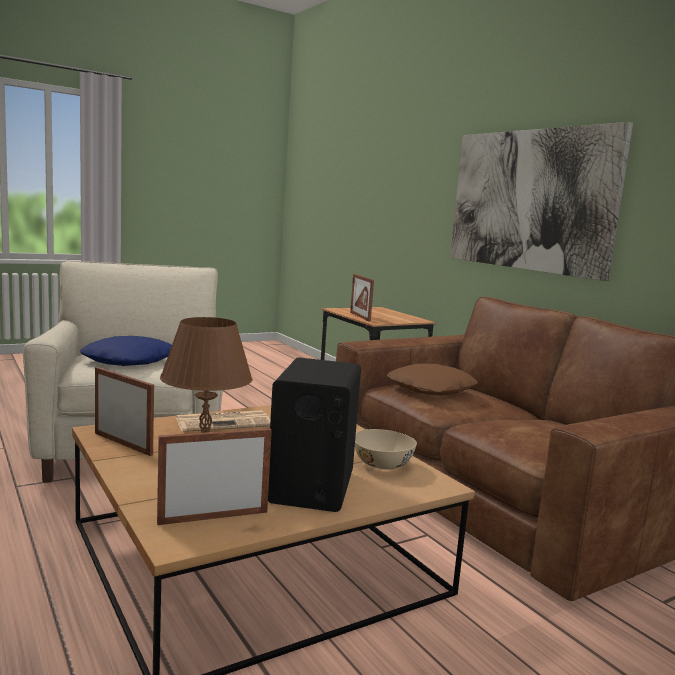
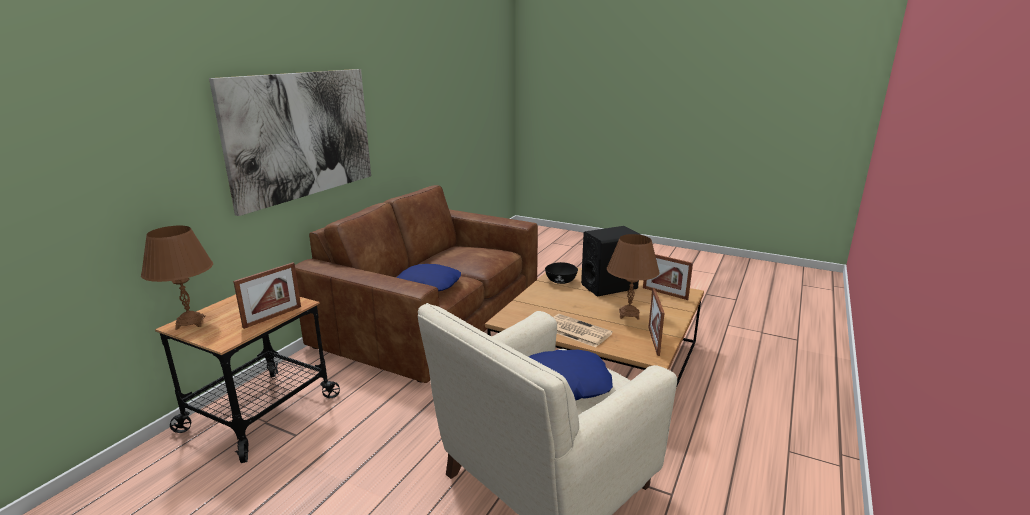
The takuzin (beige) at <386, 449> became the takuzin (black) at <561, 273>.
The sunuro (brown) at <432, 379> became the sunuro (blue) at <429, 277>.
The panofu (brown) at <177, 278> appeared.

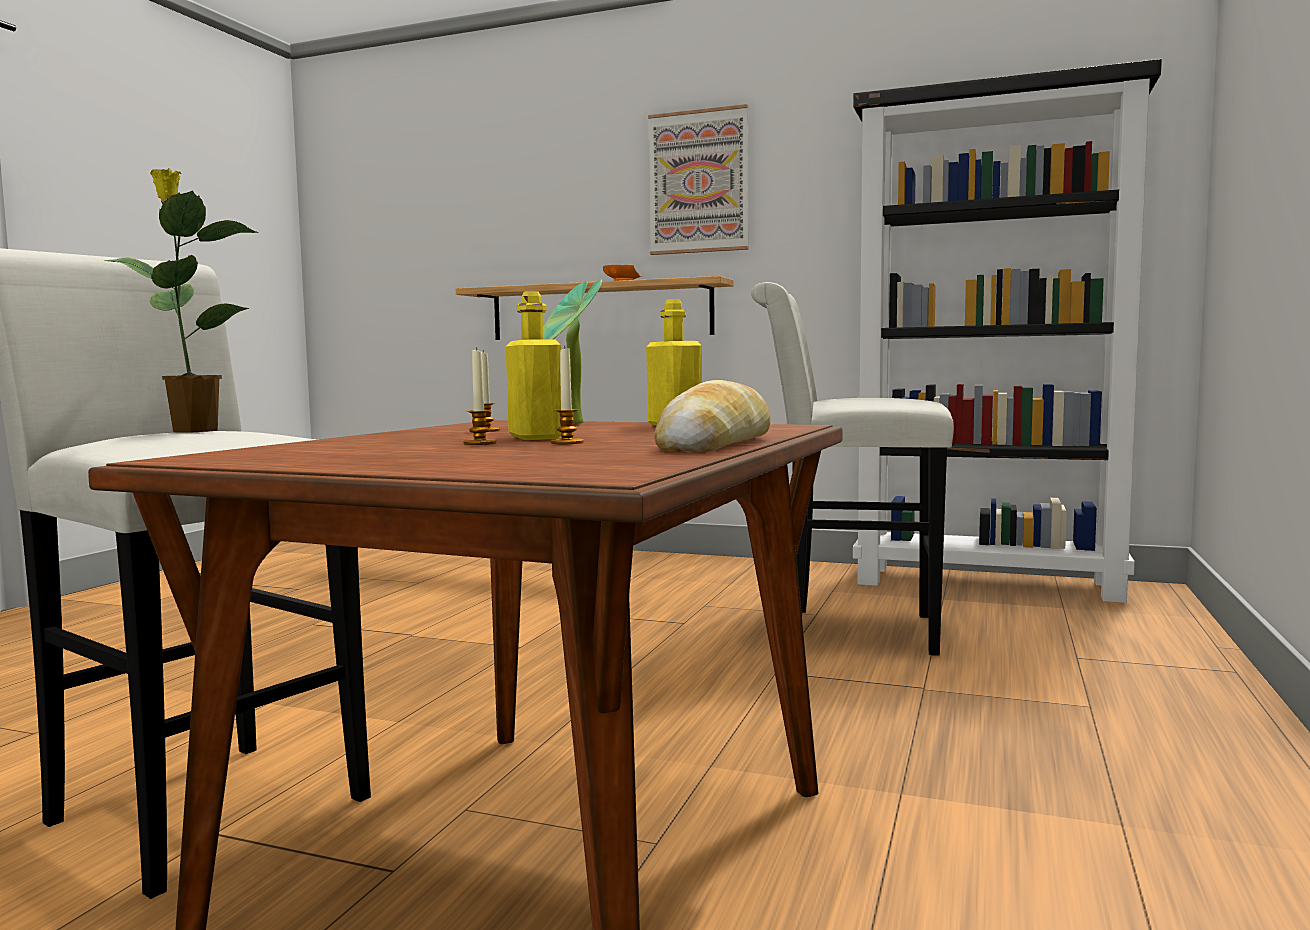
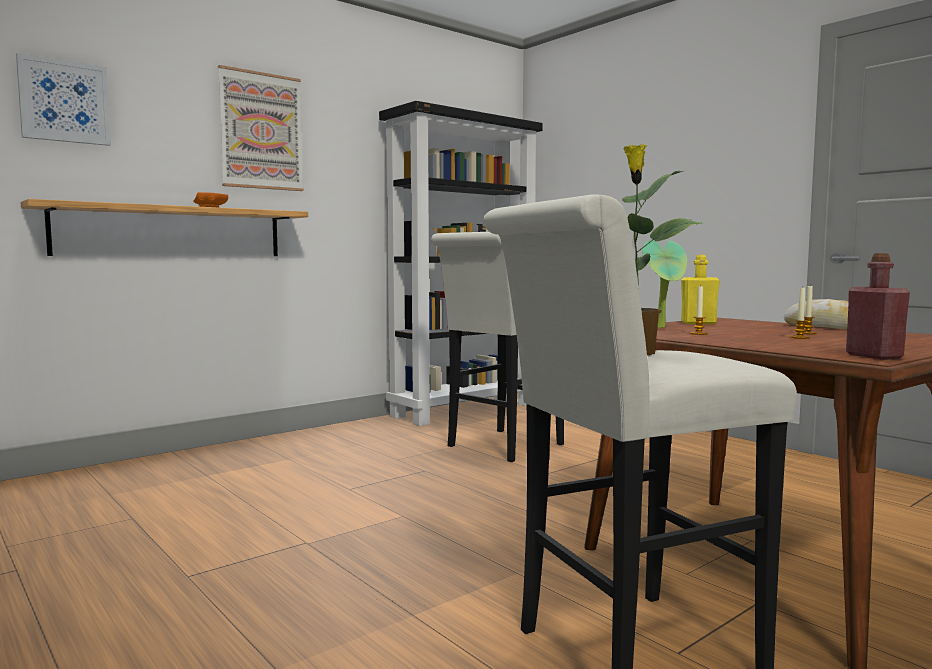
The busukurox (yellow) at <533, 365> disappeared.
The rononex at <63, 99> appeared.
The busukurox (red) at <878, 306> appeared.

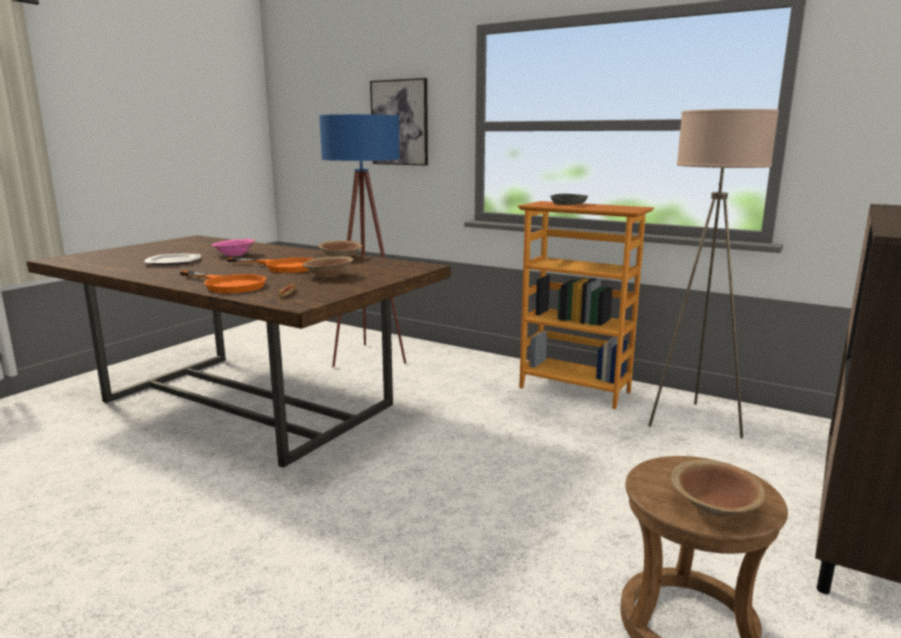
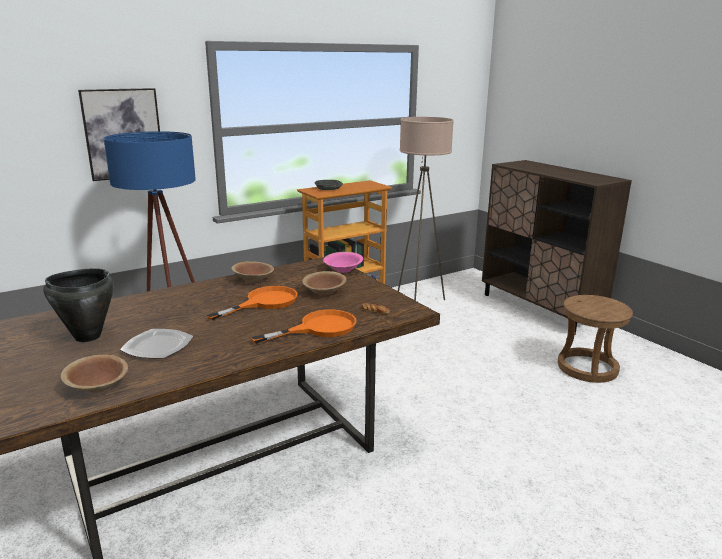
The takuzin (pink) moved from <234, 247> to <343, 262>.
The takuzin (brown) moved from <718, 488> to <94, 373>.
The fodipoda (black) at <78, 305> appeared.

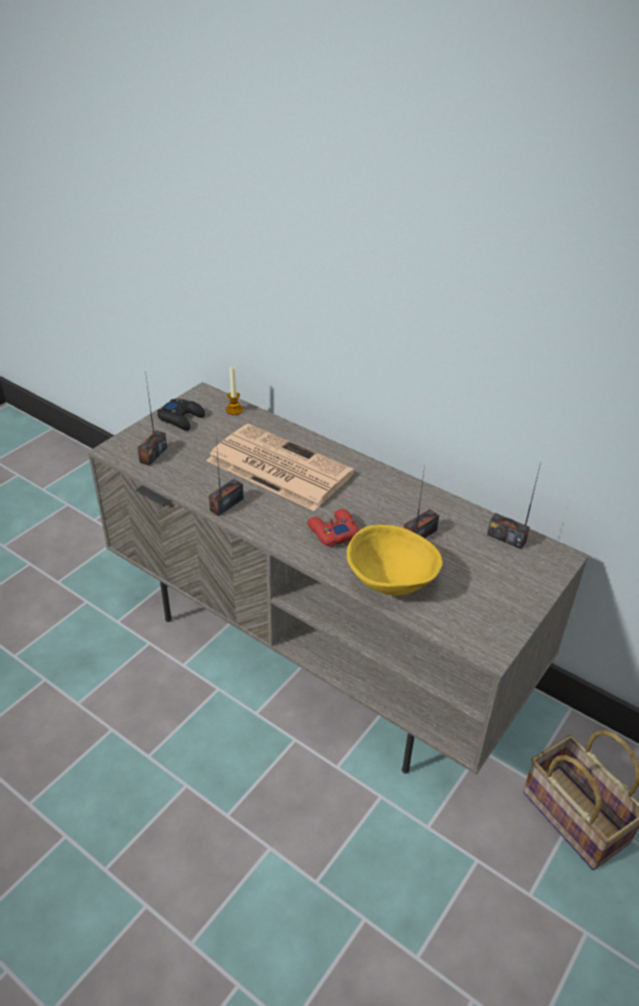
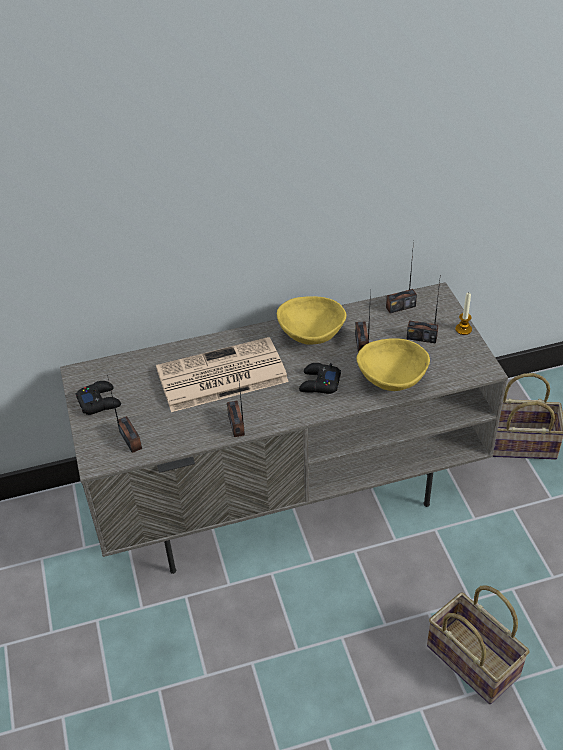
The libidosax moved from <234, 390> to <463, 314>.
The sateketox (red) at <333, 528> became the sateketox (black) at <320, 378>.
The takuzin (yellow) at <311, 320> appeared.
The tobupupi at <423, 312> appeared.
The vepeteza at <478, 644> appeared.

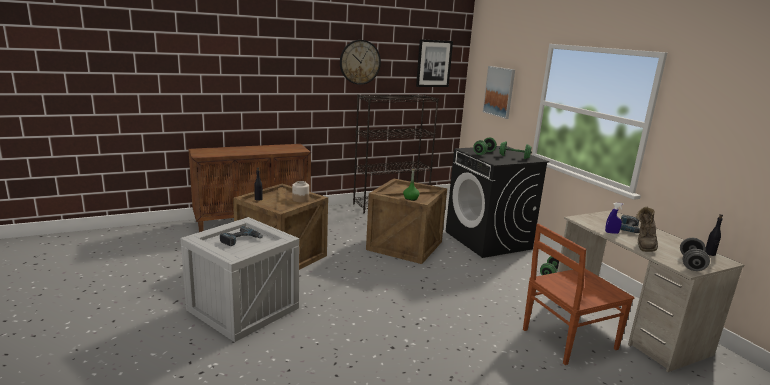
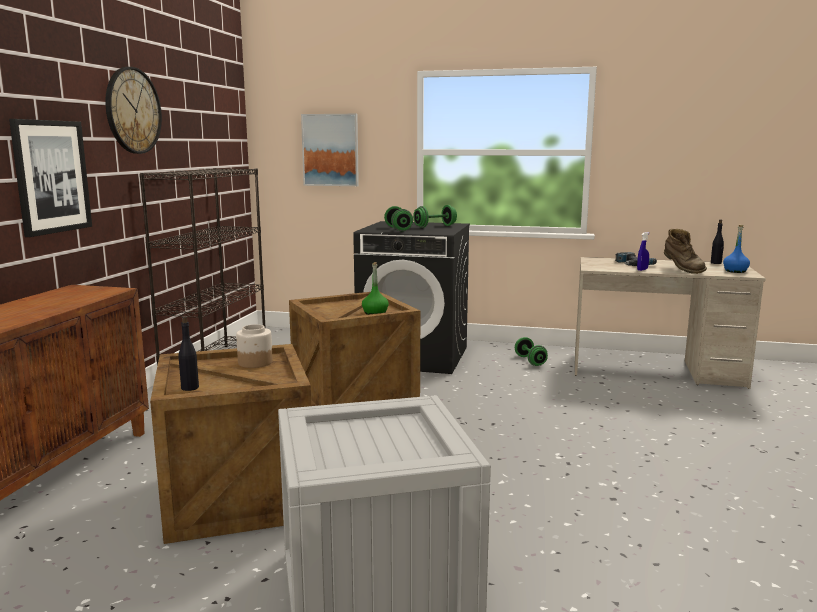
The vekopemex at <241, 236> disappeared.
The rononex moved from <434, 63> to <50, 178>.
The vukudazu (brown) at <579, 294> disappeared.
The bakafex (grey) at <695, 254> was replaced by the busukurox (blue) at <736, 249>.

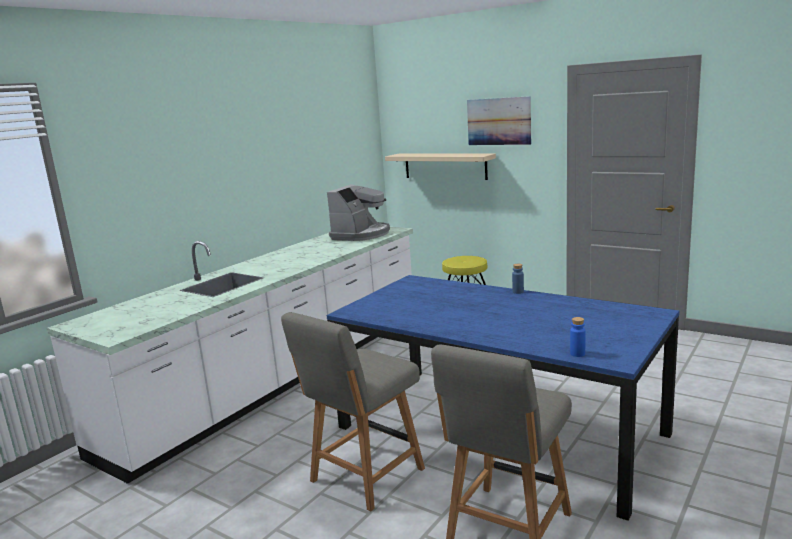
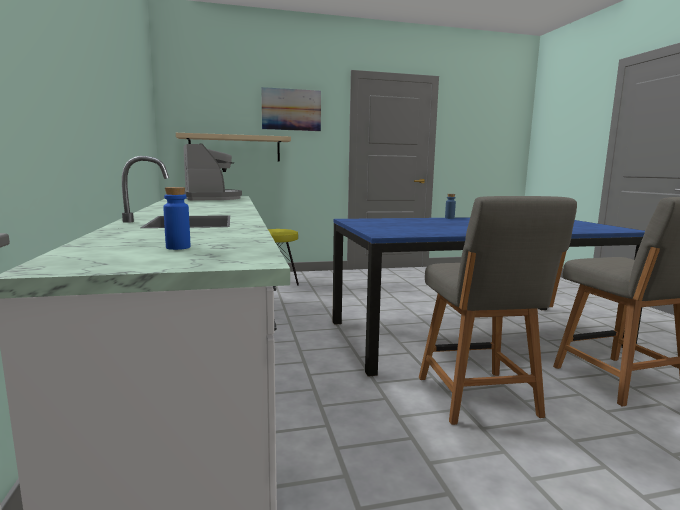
The busukurox (blue) moved from <578, 337> to <176, 218>.

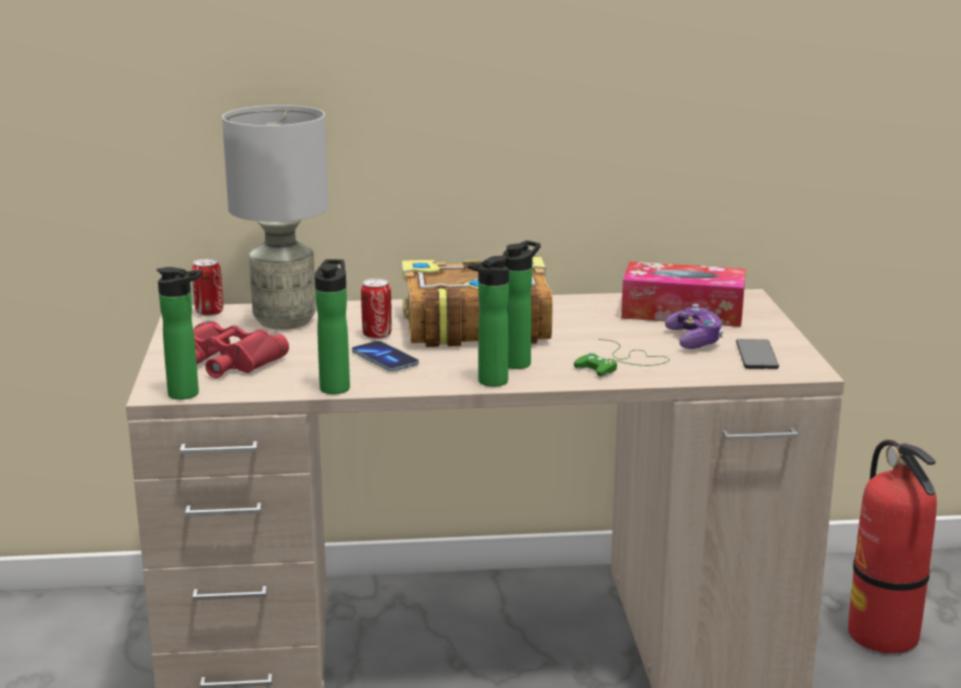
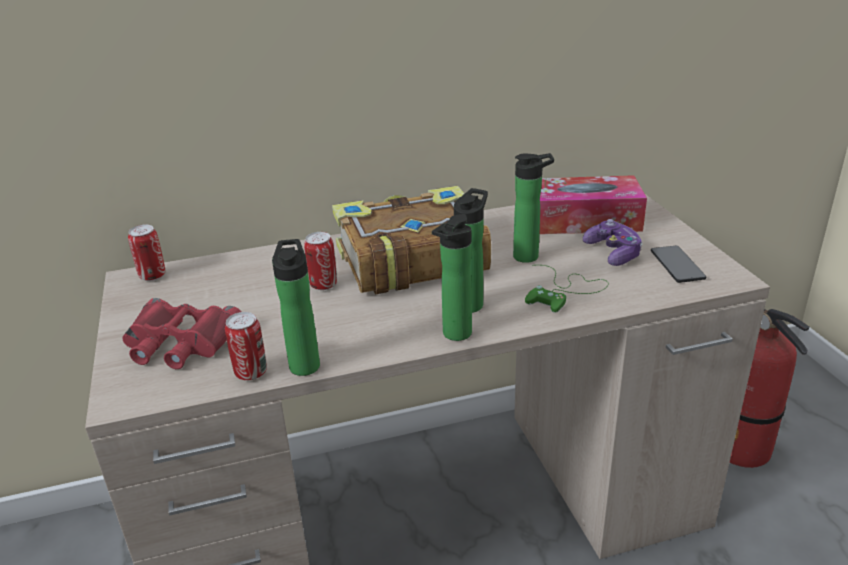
The busukurox moved from <180, 333> to <533, 208>.
The panofu (grey) at <275, 217> disappeared.
The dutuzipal at <385, 356> disappeared.
The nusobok at <246, 346> appeared.

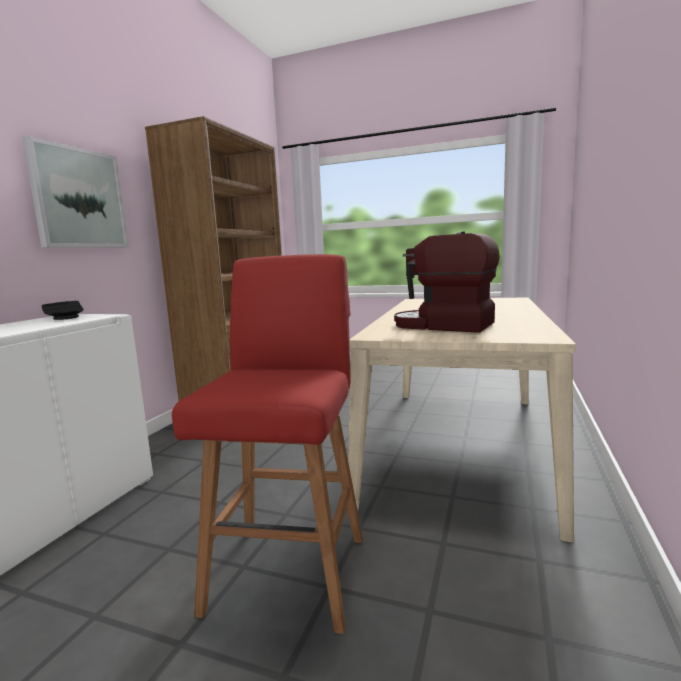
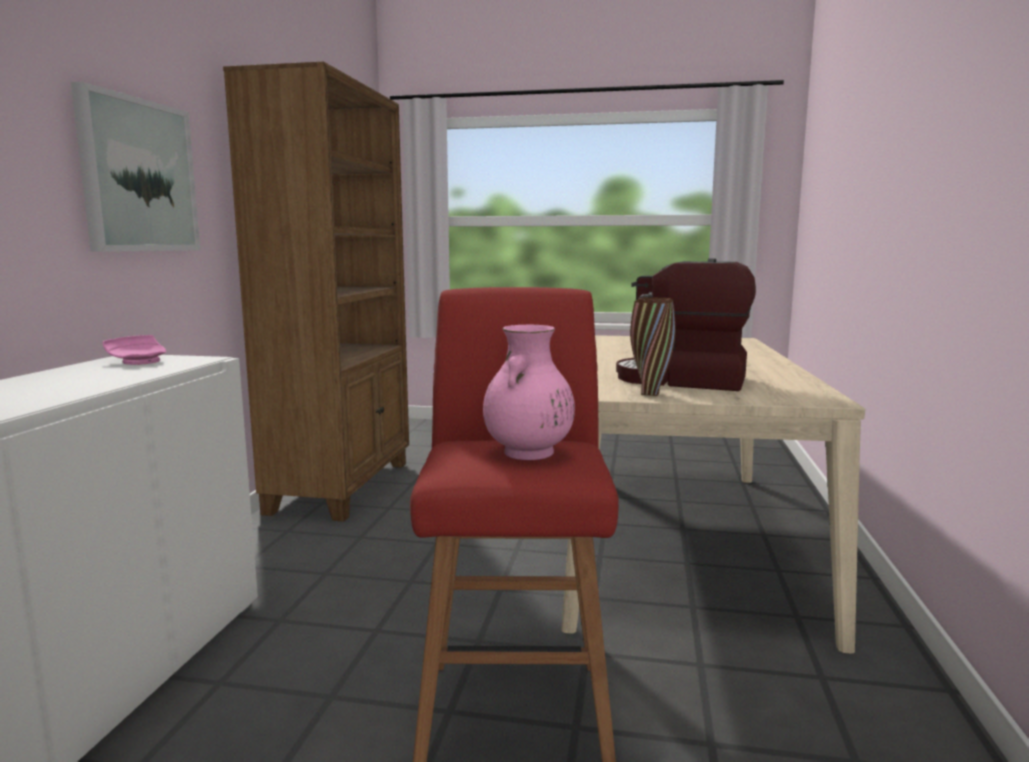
The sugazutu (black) at <62, 310> became the sugazutu (pink) at <134, 350>.
The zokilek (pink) at <529, 392> appeared.
The zokilek (brown) at <653, 346> appeared.

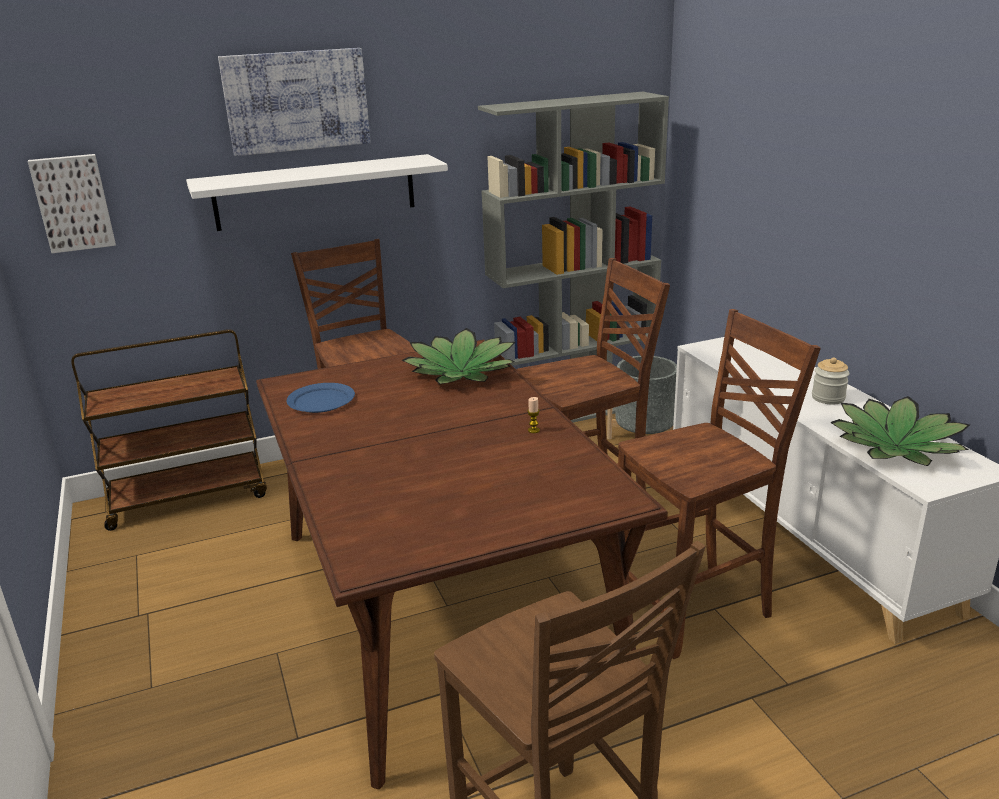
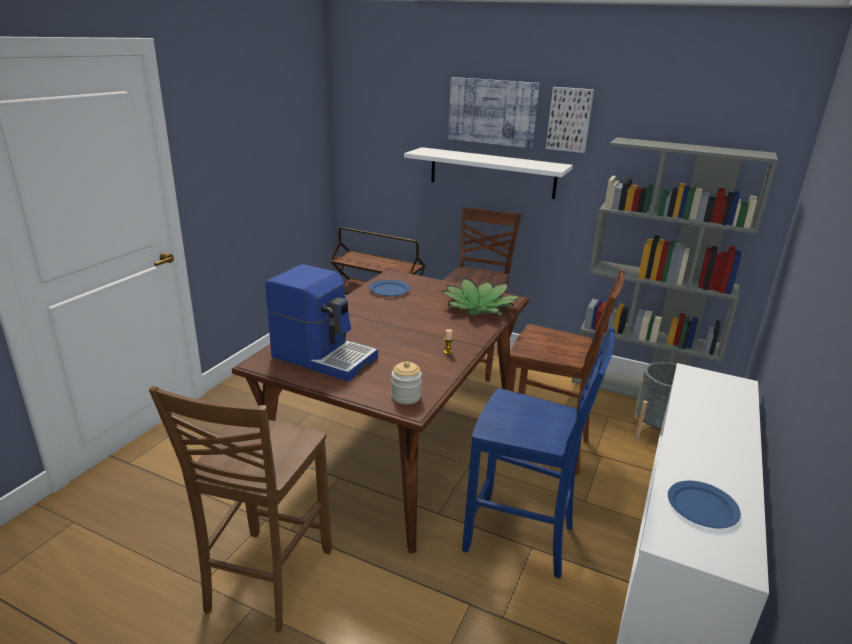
The rononex moved from <72, 203> to <570, 120>.
The vukudazu (brown) at <719, 484> became the vukudazu (blue) at <538, 453>.
The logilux moved from <831, 380> to <406, 382>.
The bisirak at <900, 431> was replaced by the sugazutu (blue) at <704, 504>.
The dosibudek at <321, 322> appeared.

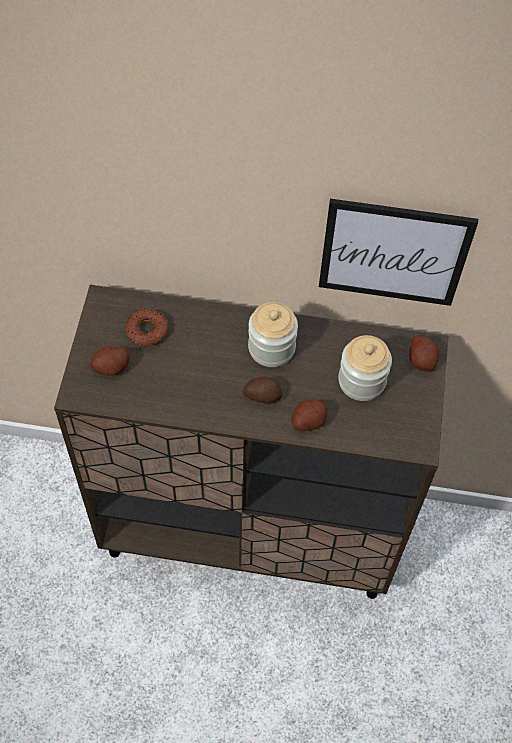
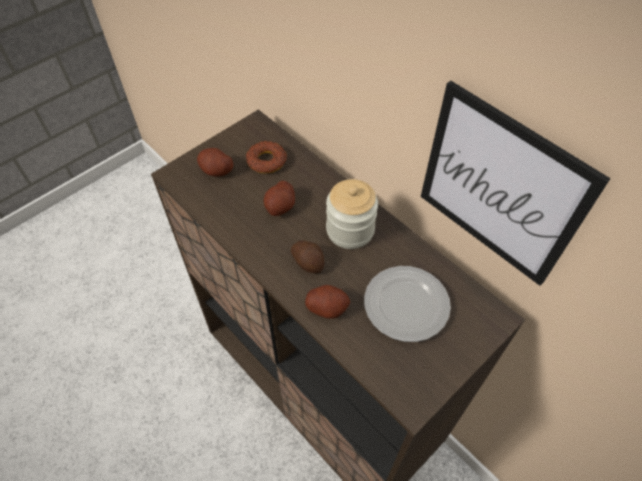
The logilux at <365, 368> was replaced by the sugazutu at <407, 304>.
The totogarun moved from <424, 353> to <279, 198>.

